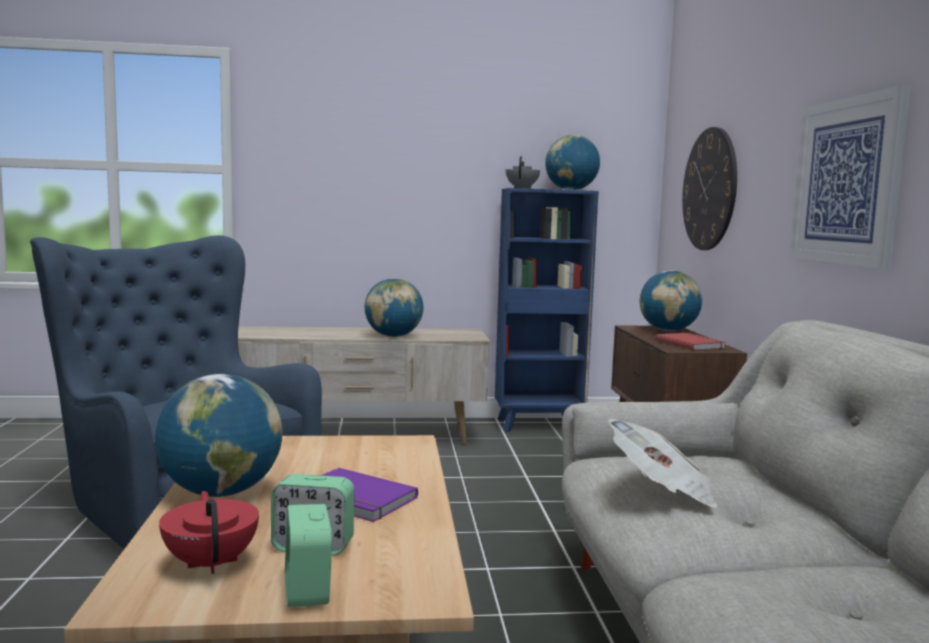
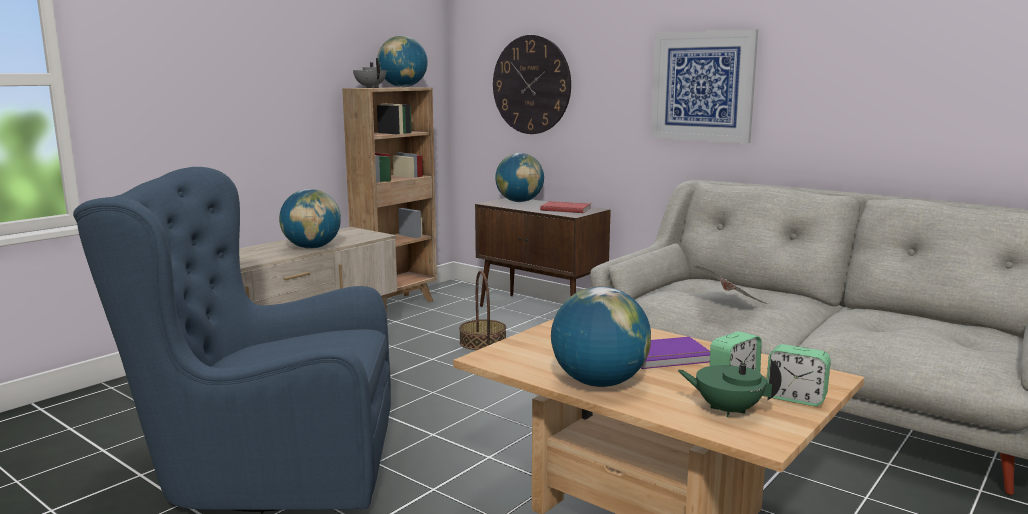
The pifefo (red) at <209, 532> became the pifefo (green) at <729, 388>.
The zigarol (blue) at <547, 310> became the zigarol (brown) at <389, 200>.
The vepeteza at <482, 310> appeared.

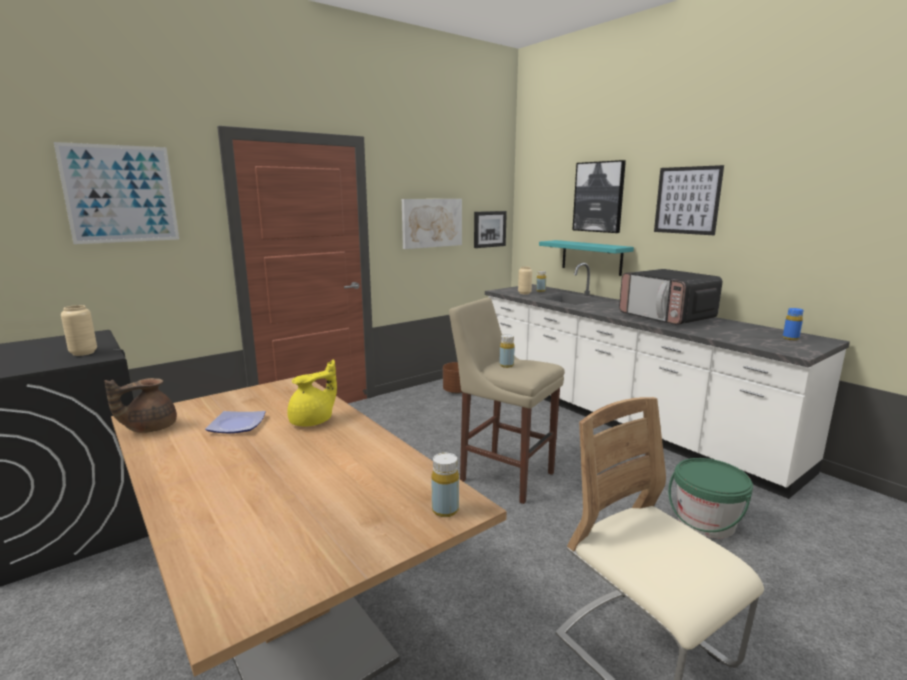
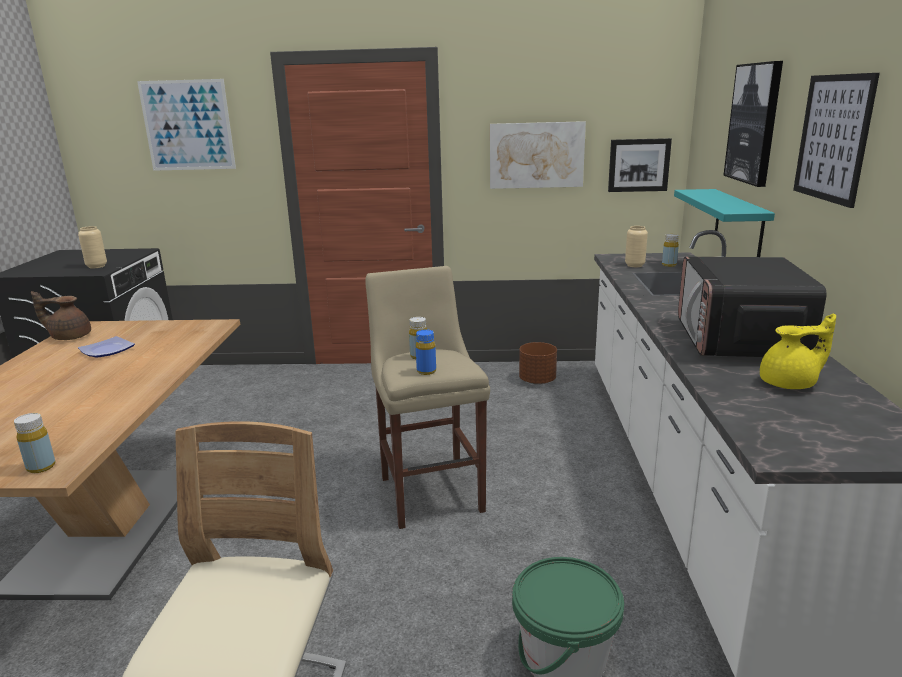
The pifefo (yellow) moved from <312, 393> to <798, 351>.
The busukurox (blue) moved from <793, 324> to <426, 352>.

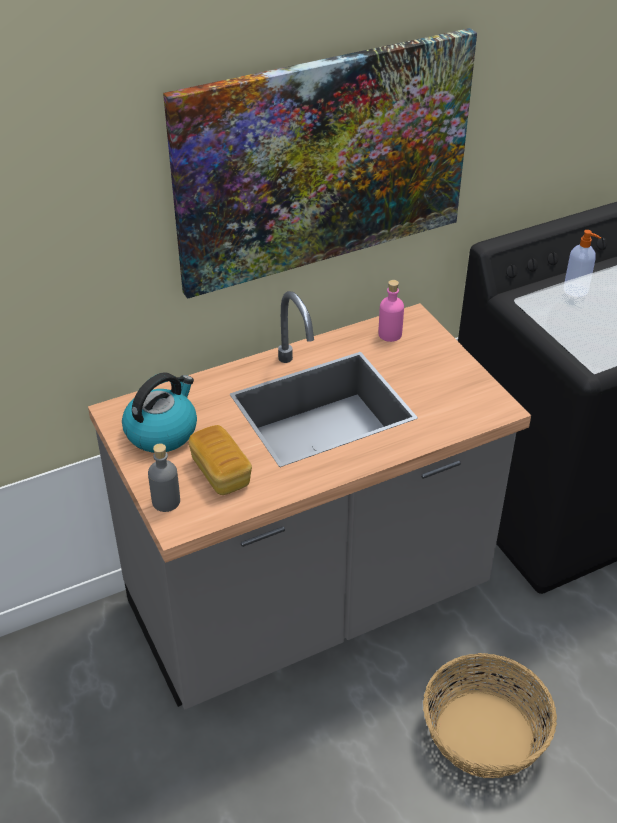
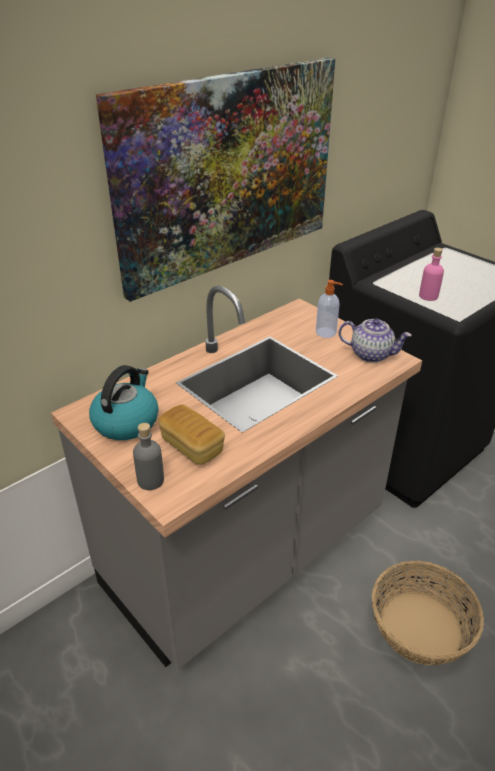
The busukurox (pink) moved from <391, 311> to <431, 274>.
The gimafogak moved from <582, 263> to <329, 309>.
The pifefo at <375, 341> appeared.

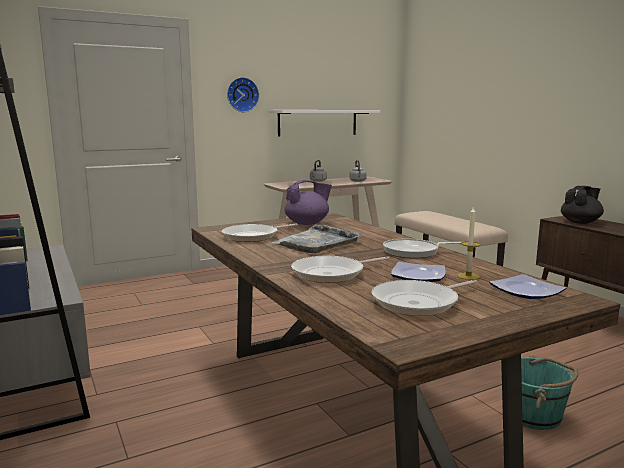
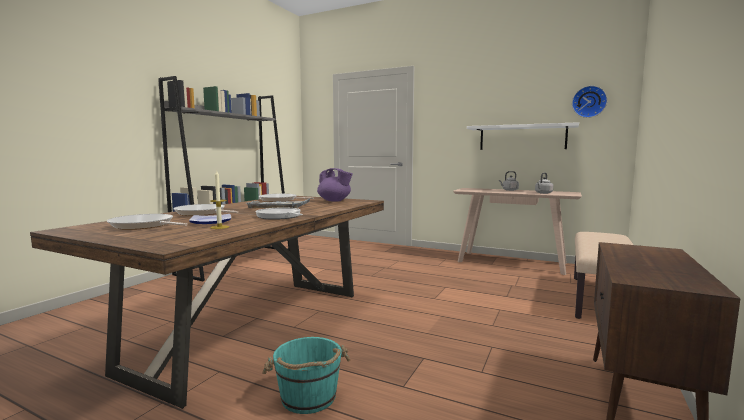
The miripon moved from <243, 94> to <589, 102>.
The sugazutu at <527, 286> disappeared.
The pifefo (black) at <582, 205> disappeared.

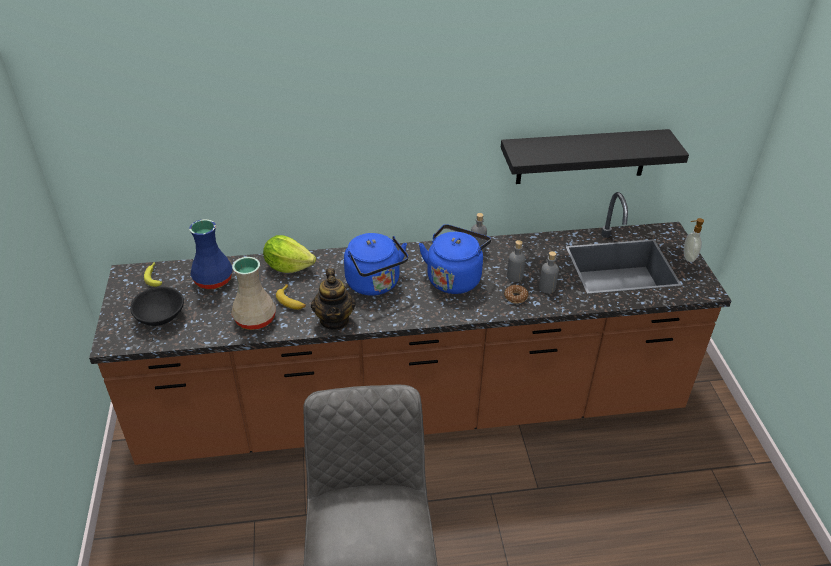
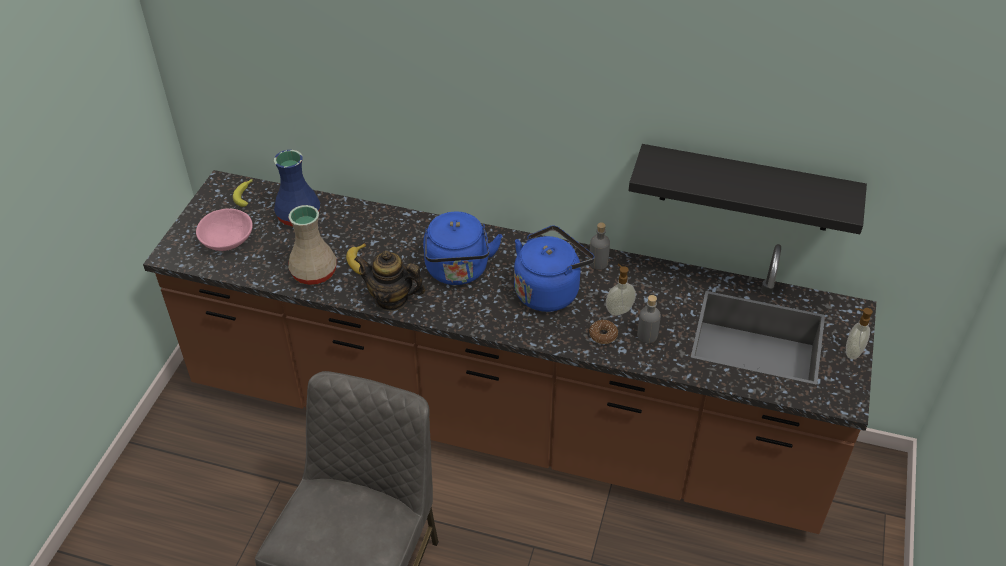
The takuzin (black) at <157, 306> became the takuzin (pink) at <224, 230>.
The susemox at <289, 254> disappeared.
The pifefo at <333, 299> turned 90 degrees clockwise.
The busukurox (grey) at <516, 261> was replaced by the gimafogak at <621, 290>.

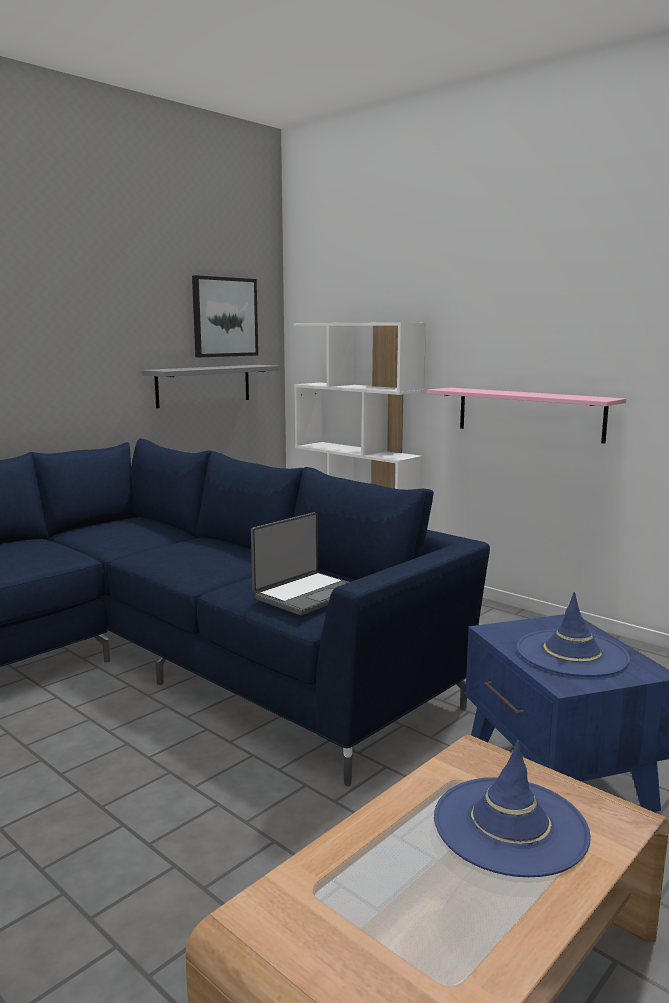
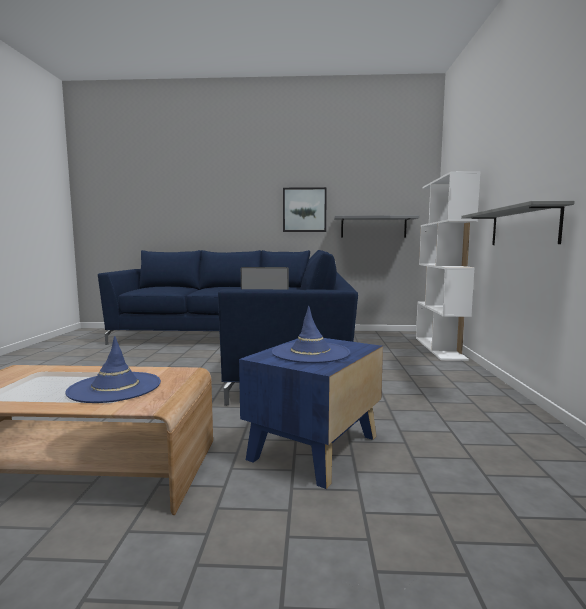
The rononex moved from <225, 316> to <305, 209>.
The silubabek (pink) at <526, 415> became the silubabek (grey) at <518, 223>.

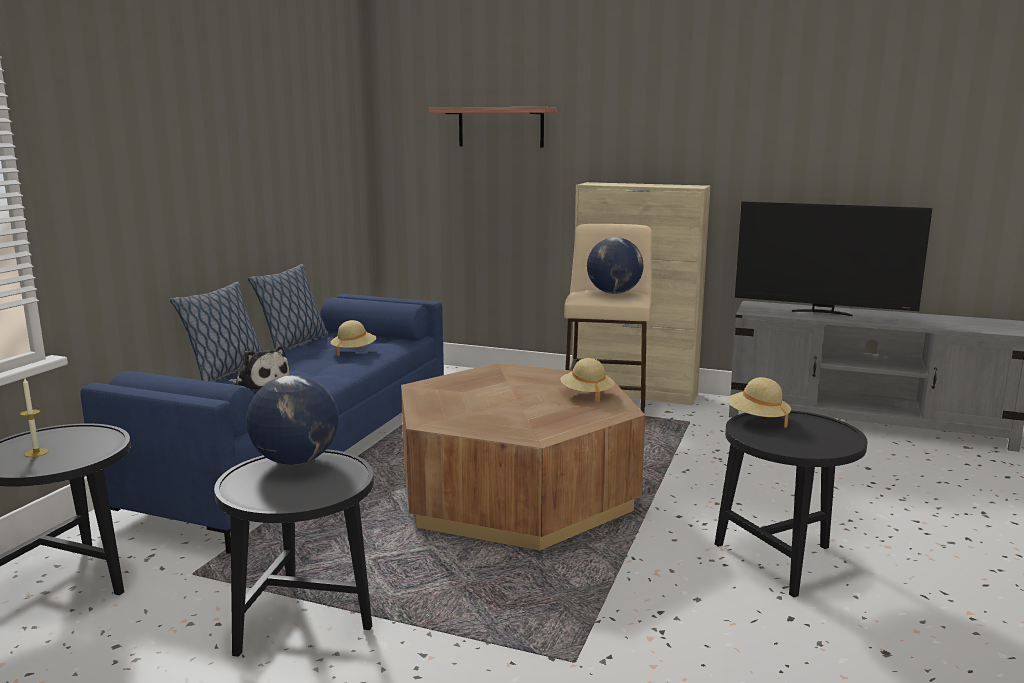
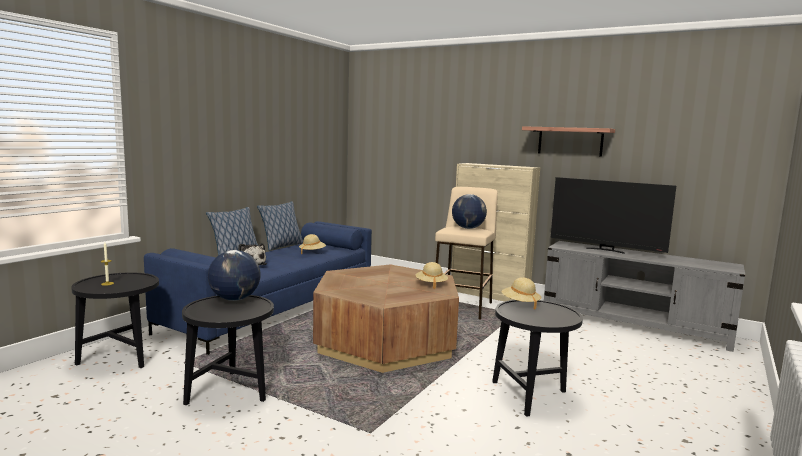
The silubabek moved from <493, 127> to <568, 141>.

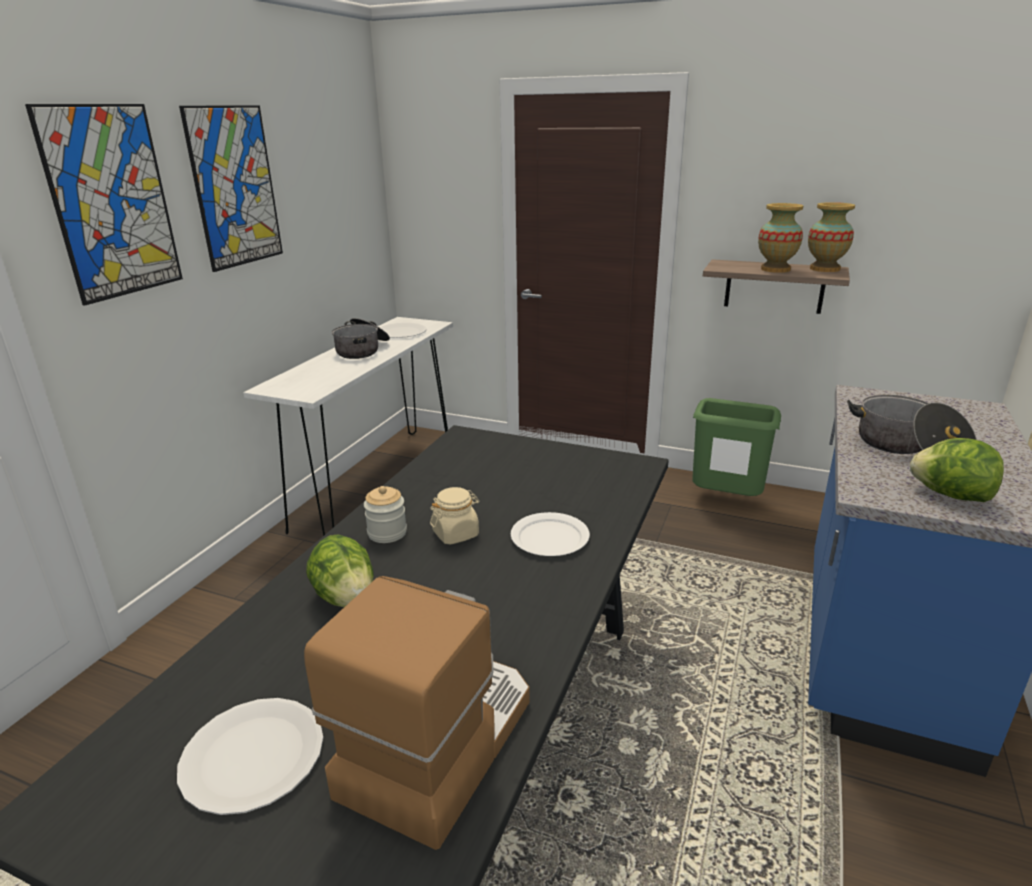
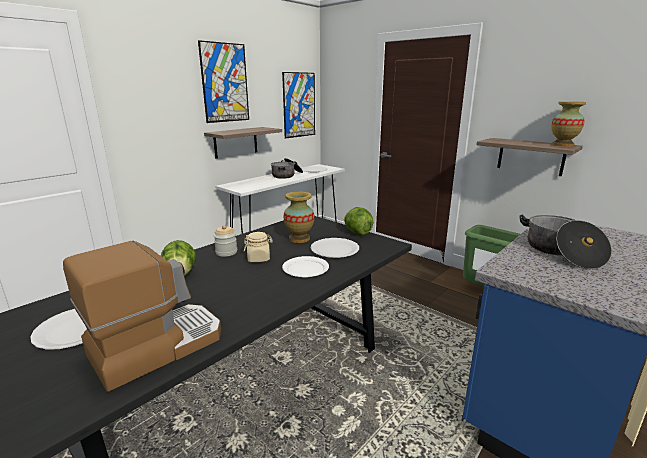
The rononex moved from <104, 204> to <298, 105>.
The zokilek moved from <780, 238> to <299, 217>.
The susemox moved from <957, 470> to <358, 221>.
The silubabek at <243, 142> appeared.
The sugazutu (white) at <334, 248> appeared.

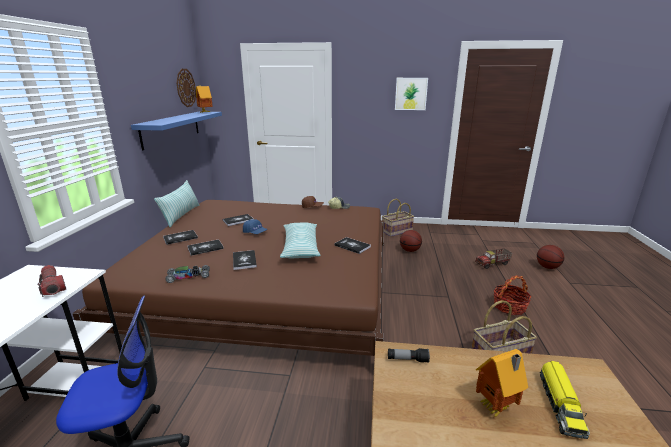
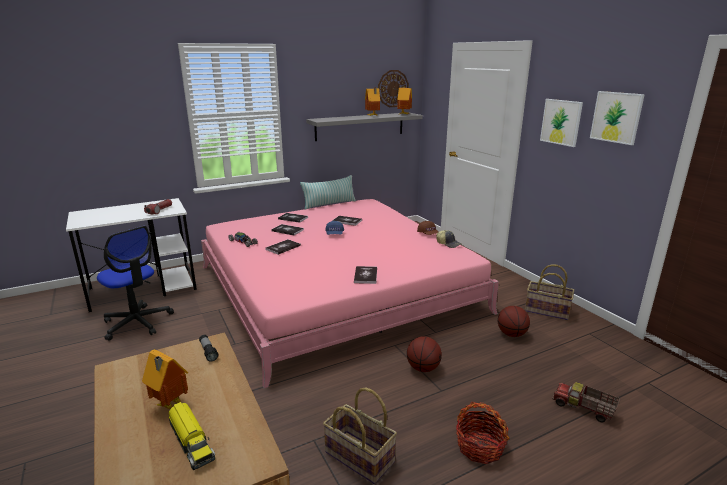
The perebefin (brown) at <228, 279> became the perebefin (pink) at <350, 294>.
The silubabek (blue) at <176, 131> became the silubabek (grey) at <364, 126>.
The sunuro at <300, 240> disappeared.
The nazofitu moved from <550, 257> to <424, 354>.
The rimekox at <565, 400> turned 105 degrees counterclockwise.
The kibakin at <372, 102> appeared.
The rononex at <561, 123> appeared.

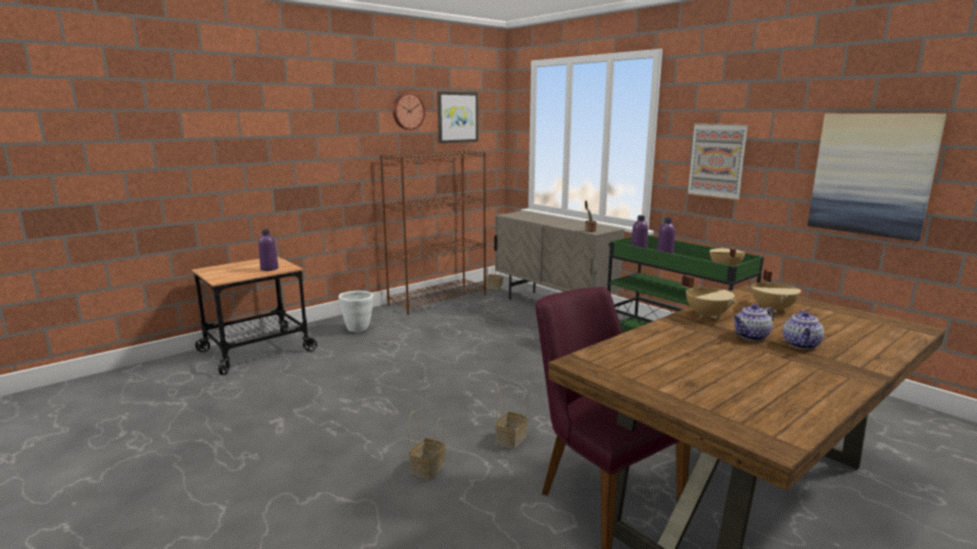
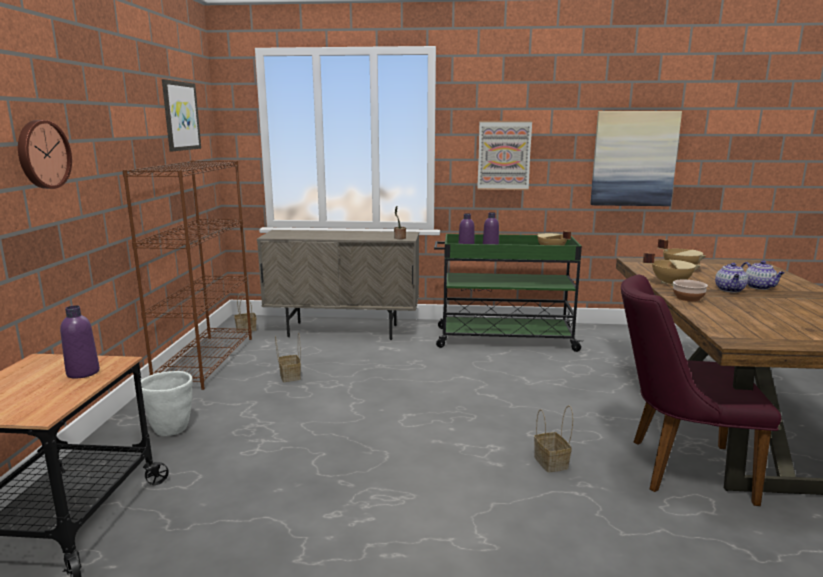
The miripon moved from <409, 111> to <45, 154>.
The vepeteza moved from <427, 446> to <288, 357>.
The takuzin at <690, 291> appeared.

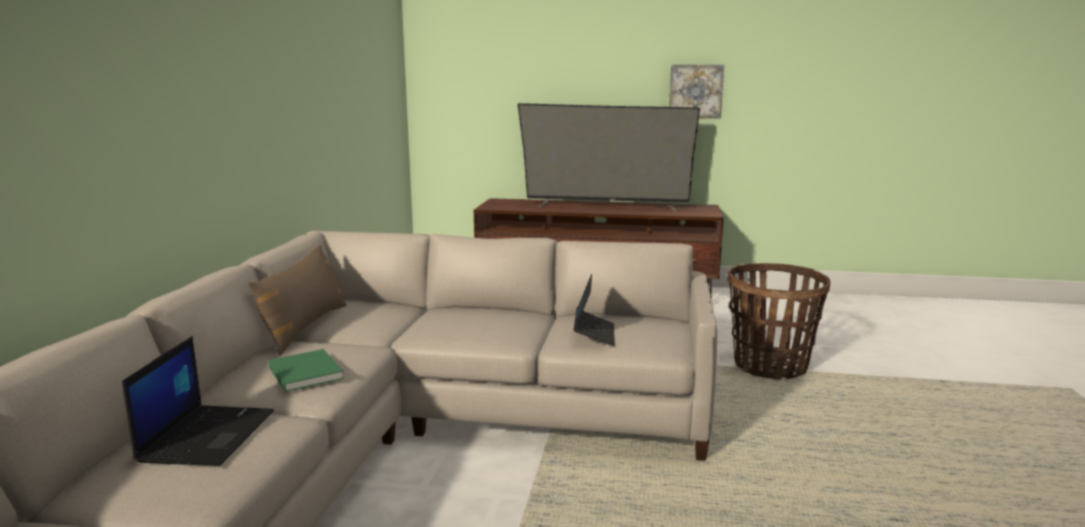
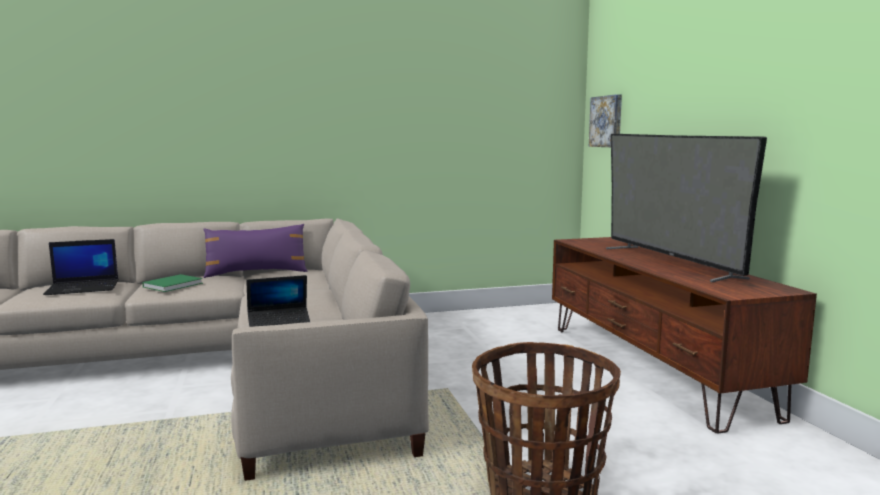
The sunuro (brown) at <297, 299> became the sunuro (purple) at <256, 251>.
The rononex moved from <696, 92> to <605, 120>.

